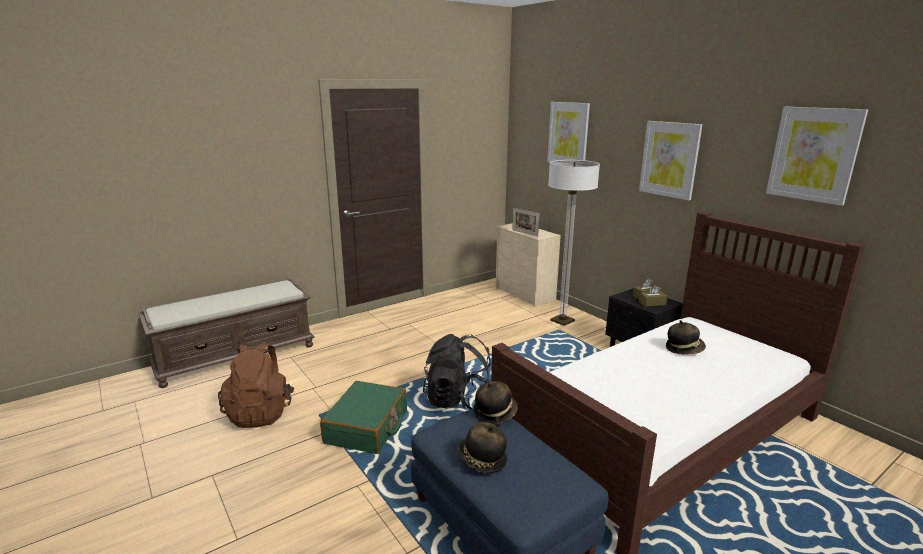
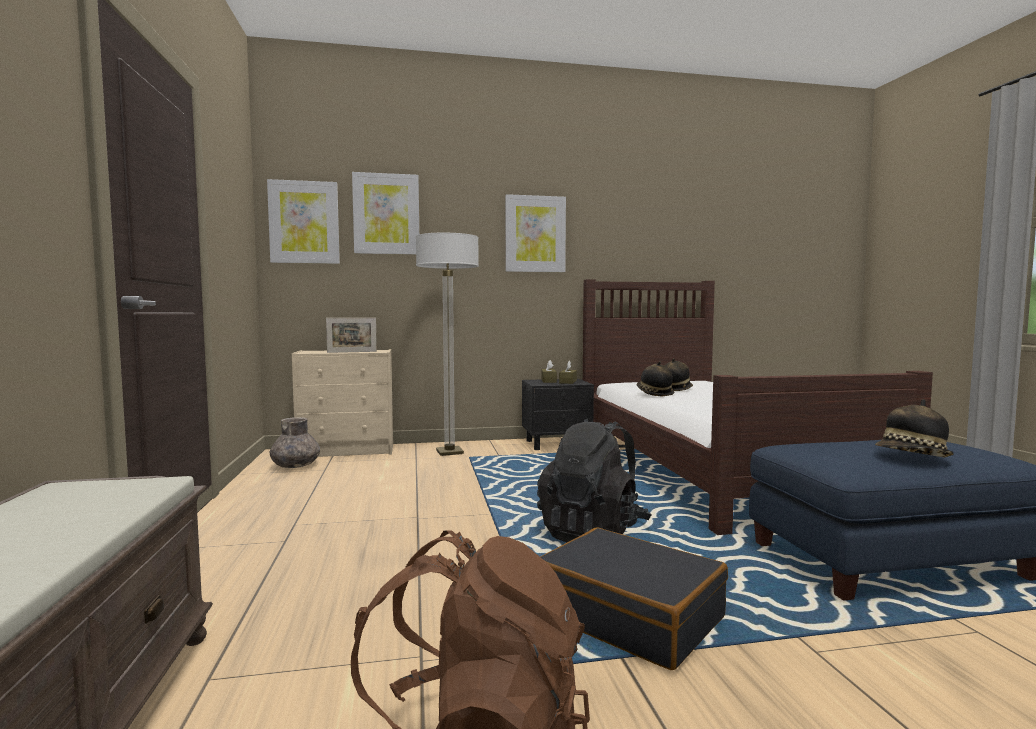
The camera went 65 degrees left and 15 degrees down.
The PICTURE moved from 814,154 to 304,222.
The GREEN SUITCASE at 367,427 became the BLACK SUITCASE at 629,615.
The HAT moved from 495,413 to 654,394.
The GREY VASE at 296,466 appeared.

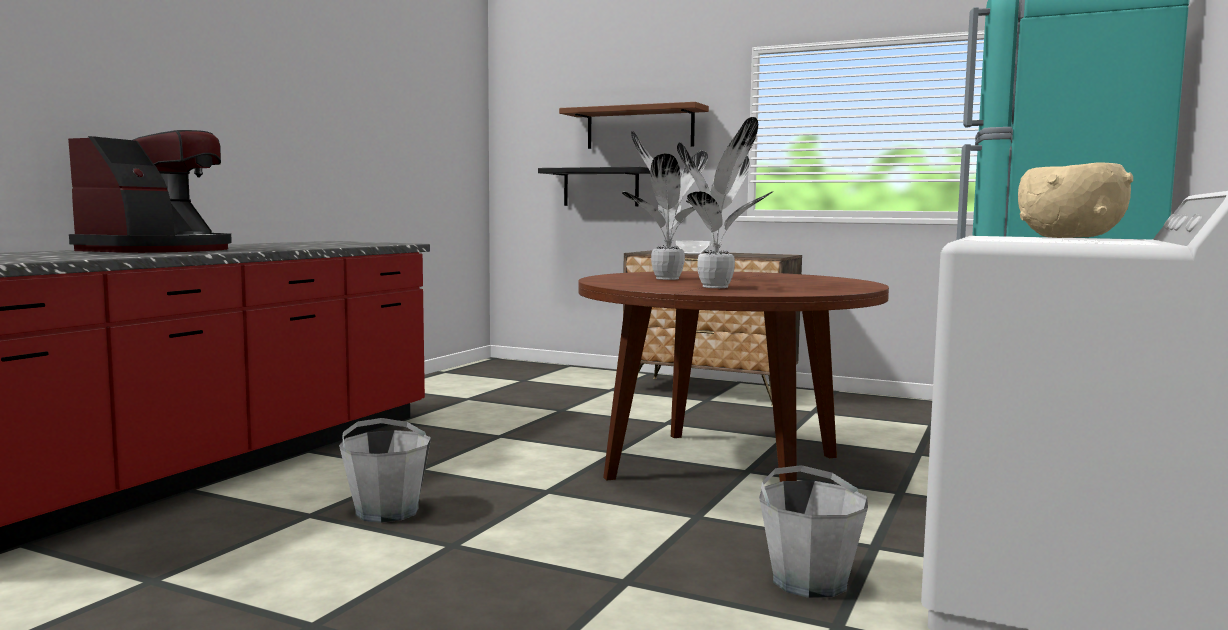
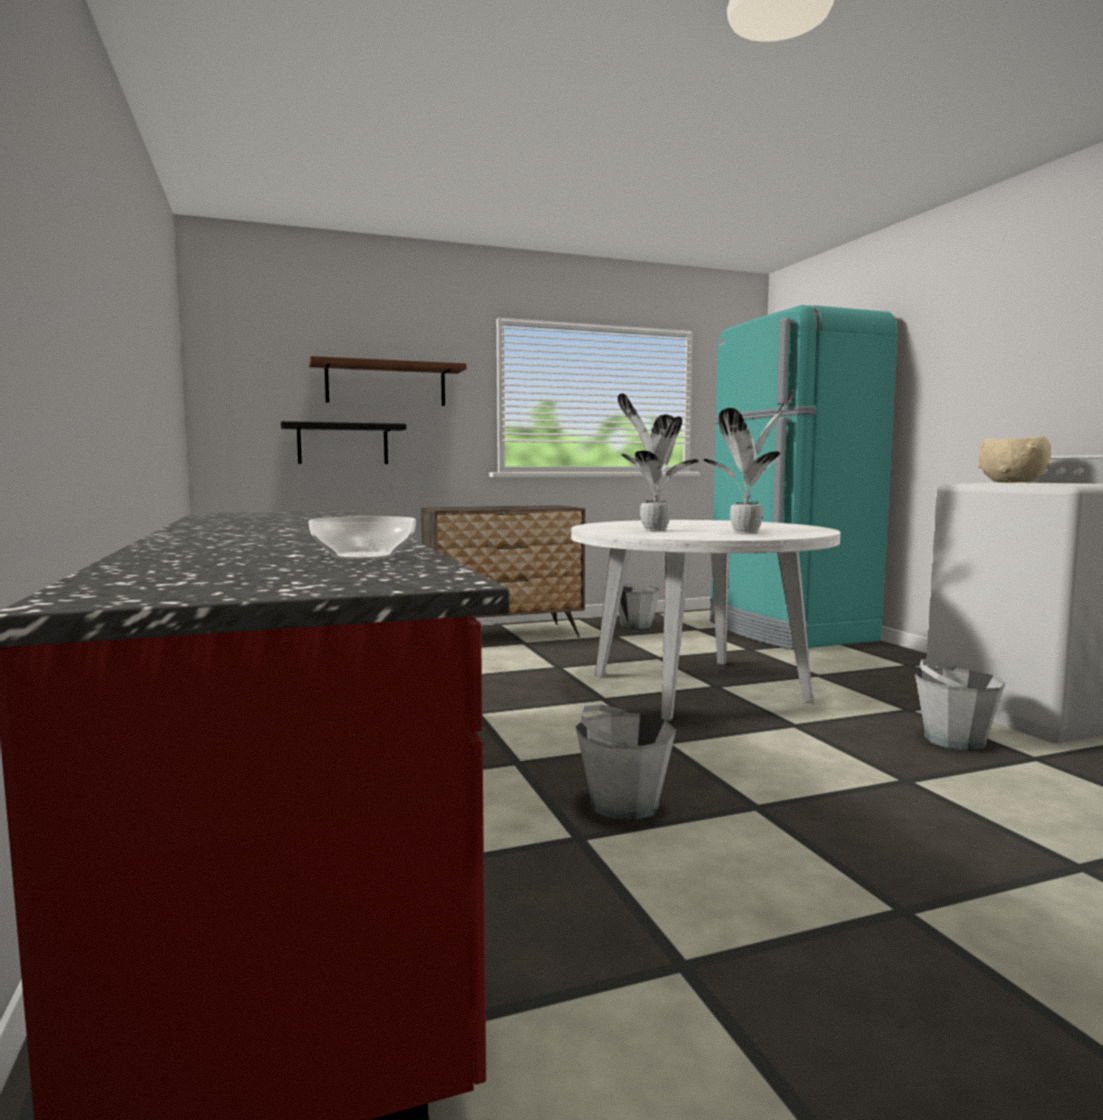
The camera went 45 degrees left and 0 degrees up.
The COFFEE MACHINE at 158,250 disappeared.
The BOWL moved from 692,253 to 364,557.
The BROWN DINING TABLE at 725,467 became the WHITE DINING TABLE at 697,687.
The GREY BUCKET at 635,625 appeared.

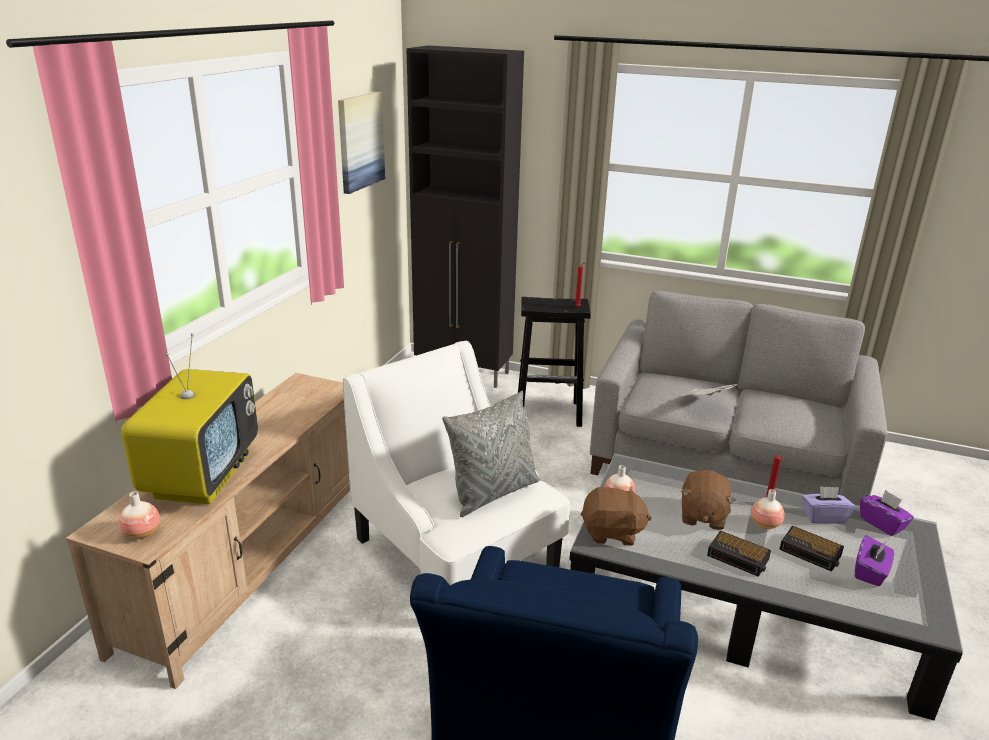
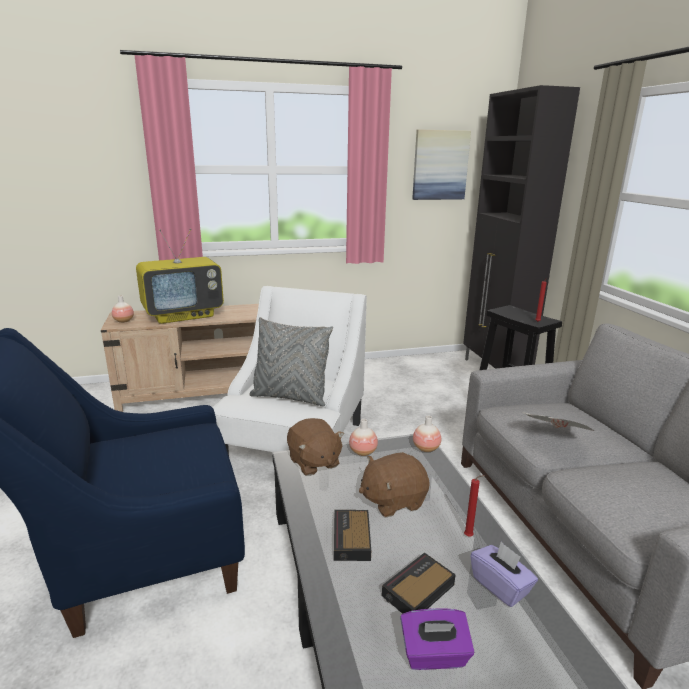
The camera went 55 degrees right and 5 degrees down.
The VASE moved from 765,524 to 426,448.
The PURPLE TISSUE BOX at 882,524 disappeared.
The ALARM CLOCK at 811,552 turned 45 degrees clockwise.

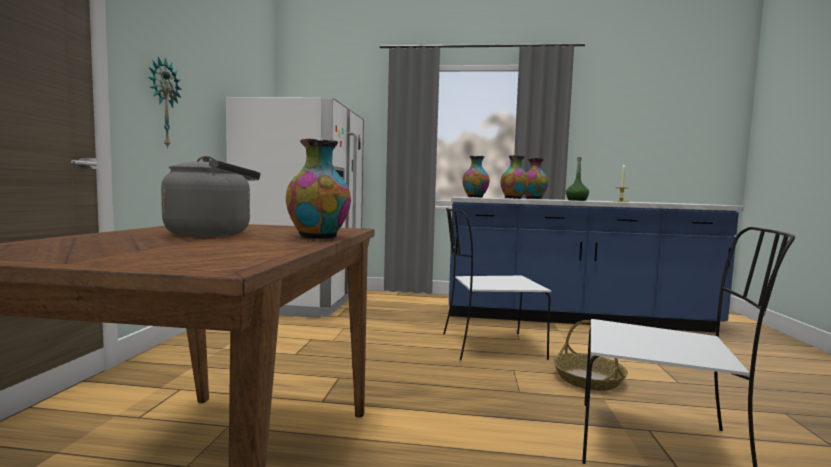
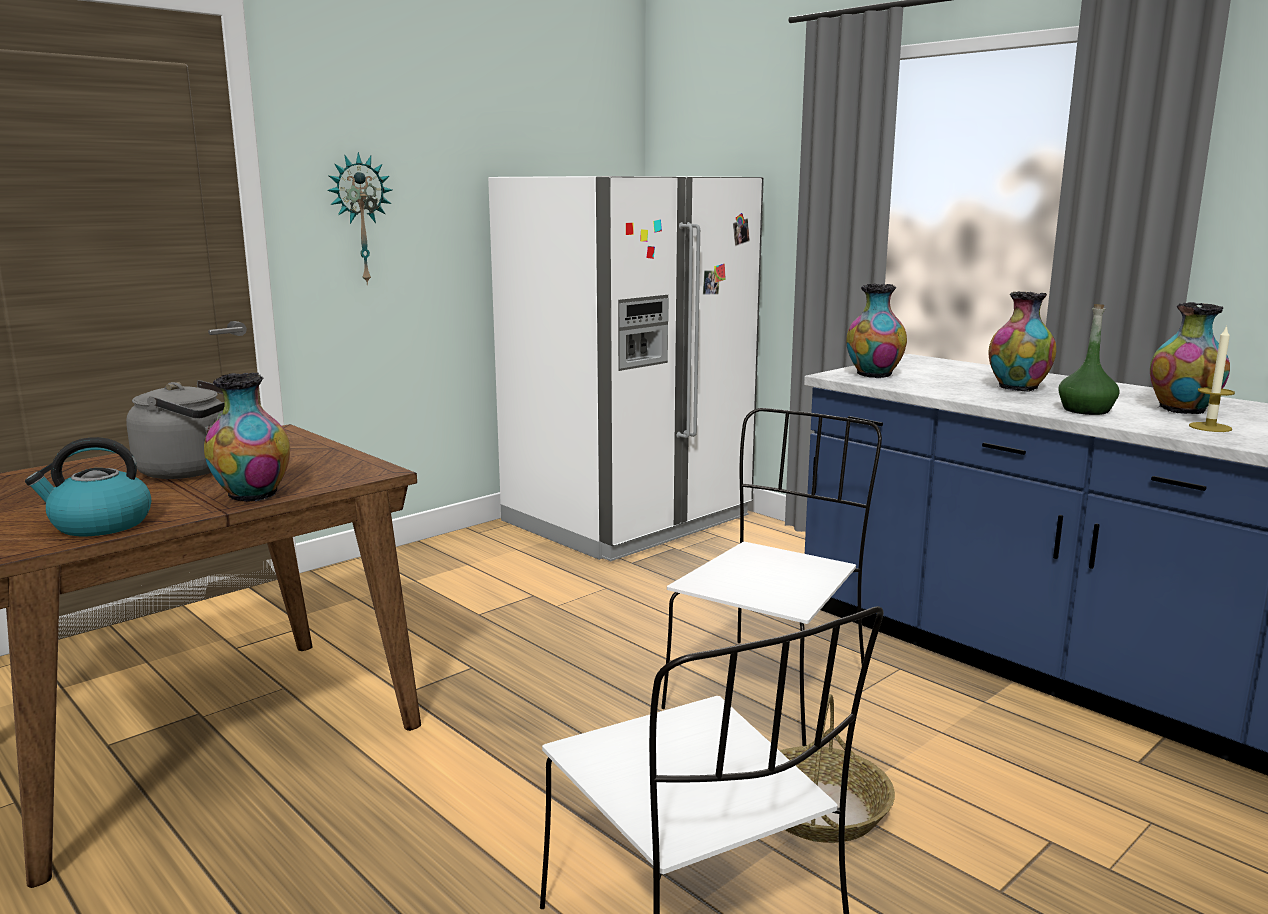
The camera went 40 degrees right and 10 degrees up.
The VASE moved from 513,198 to 1183,411.
The WHITE CHAIR at 489,346 turned 90 degrees clockwise.
The KETTLE at 100,524 appeared.

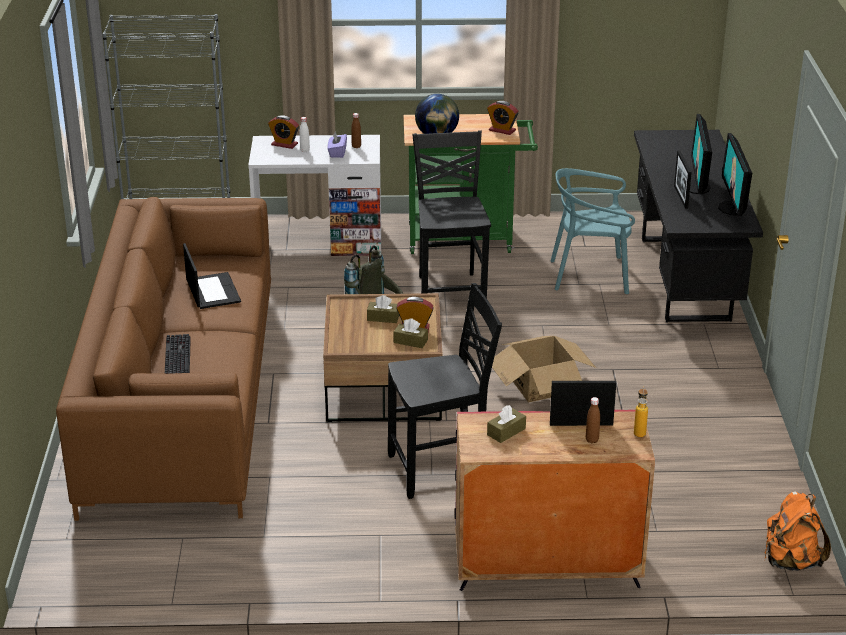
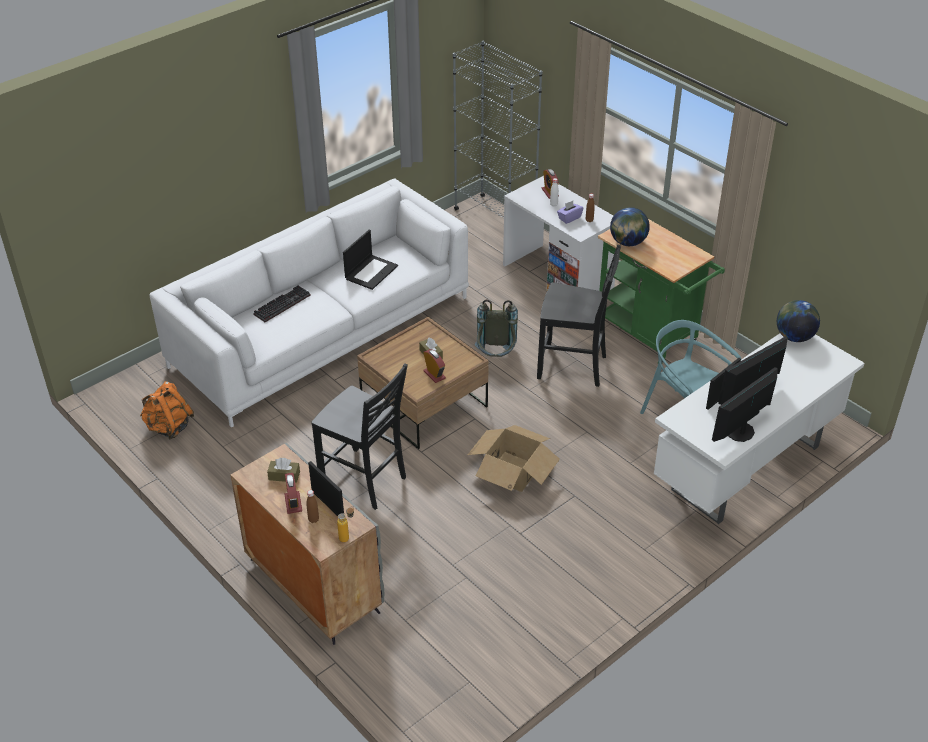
The camera went 50 degrees right and 10 degrees up.
The ALARM CLOCK moved from 502,130 to 293,503.
The BLACK CHAIR at 450,291 turned 60 degrees clockwise.
The BLACK DESK at 686,278 became the WHITE DESK at 746,469.
The BROWN SOFA at 182,397 became the WHITE SOFA at 322,331.
The BROWN TISSUE BOX at 410,341 disappeared.
The RED CABINET at 545,565 became the GREY CABINET at 313,585.
The ORANGE BACKPACK moved from 791,561 to 169,427.
The GLOBE at 794,337 appeared.

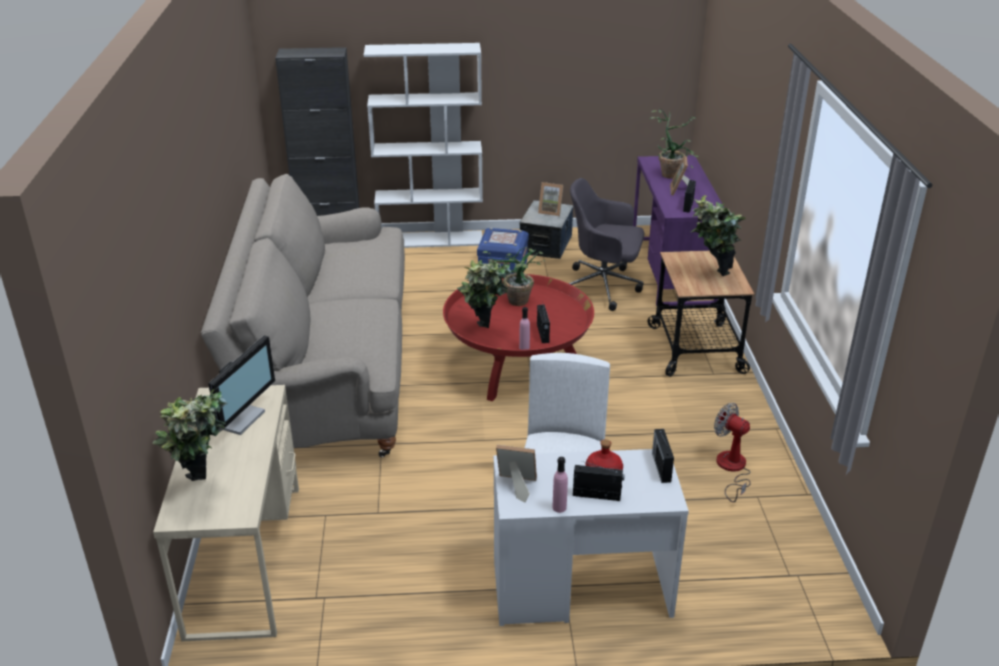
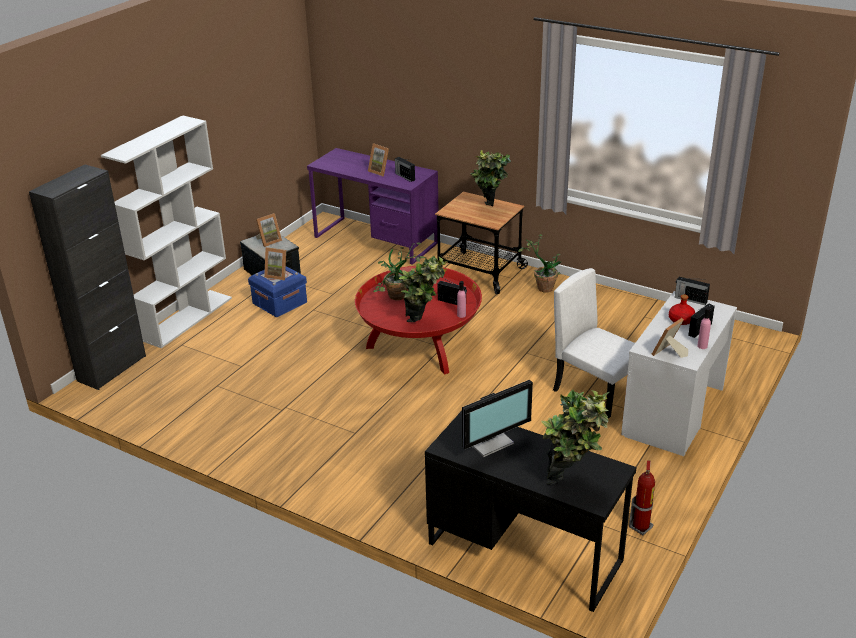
The camera went 55 degrees left and 0 degrees up.
The POTTED PLANT moved from 671,173 to 542,286.
The BEIGE SOFA at 327,369 disappeared.
The GREY OFFICE CHAIR at 603,287 disappeared.
The MONITOR at 238,418 turned 90 degrees clockwise.
The BEIGE DESK at 245,558 became the BLACK DESK at 524,551.
The FAN at 732,469 disappeared.
The PICTURE FRAME at 277,275 appeared.
The FIRE EXTINGUISHER at 641,527 appeared.

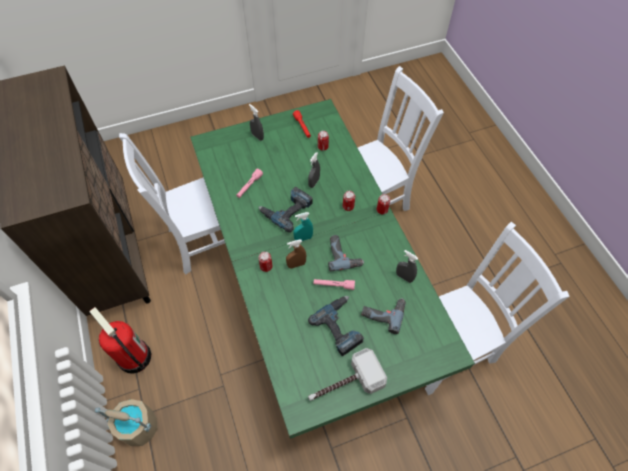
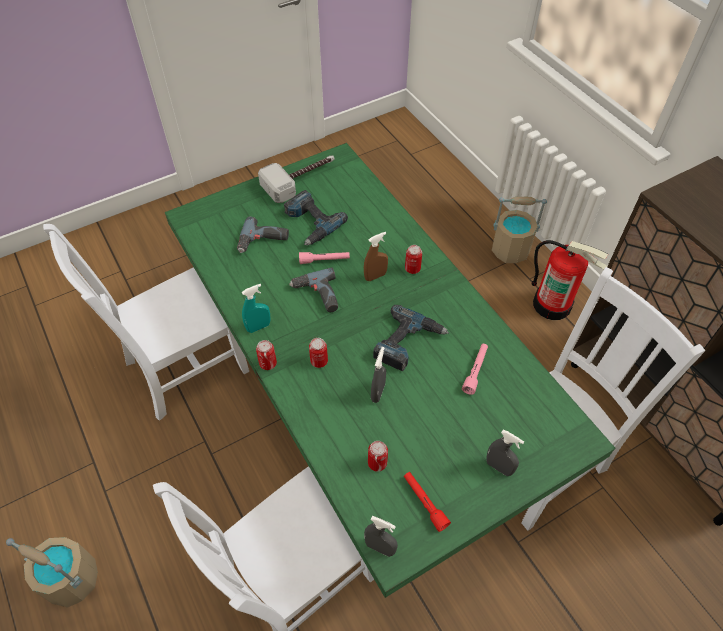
The camera went 170 degrees right and 5 degrees down.
The TURQUOISE SPRAY BOTTLE moved from 303,238 to 258,327.
The GREY SPRAY BOTTLE moved from 404,277 to 380,548.
The BEIGE BUCKET at 71,579 appeared.

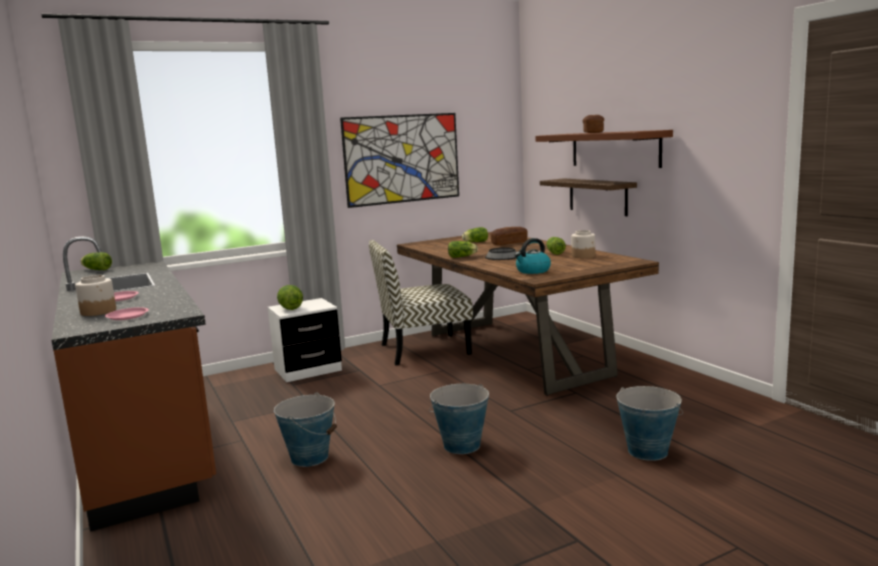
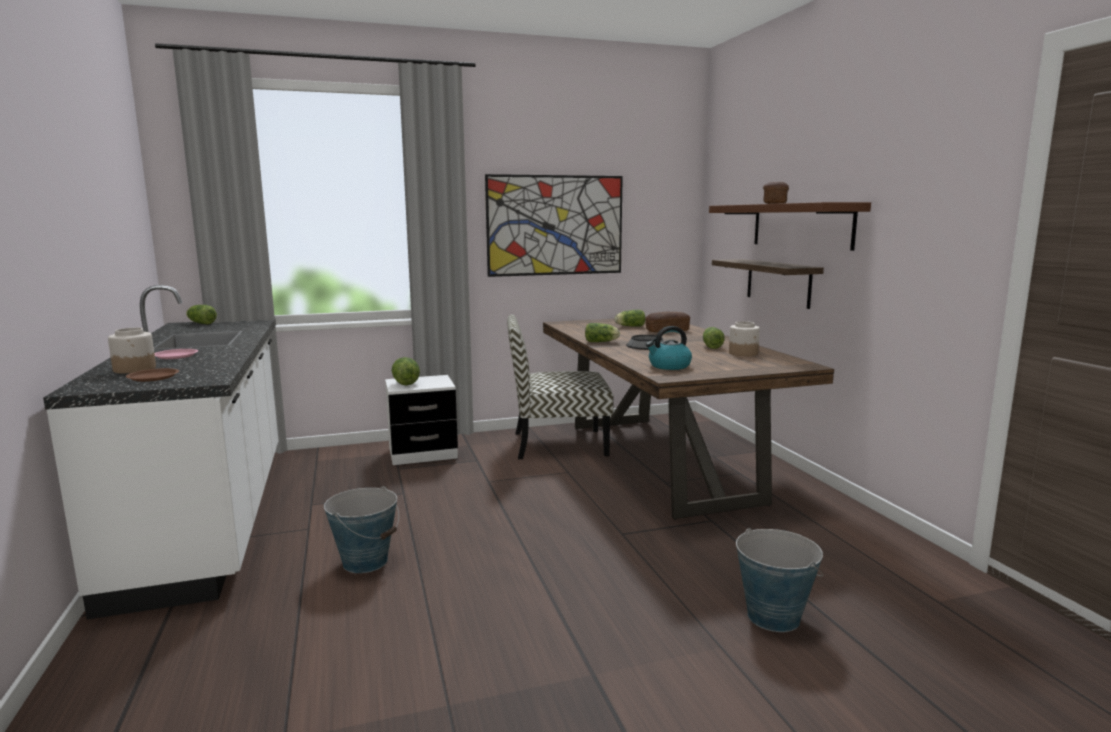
The camera went 10 degrees right and 0 degrees up.
The BROWN COUNTER at 144,440 became the WHITE COUNTER at 212,514.
The PINK PLATE at 127,316 became the BROWN PLATE at 153,377.
The BUCKET at 461,445 disappeared.

